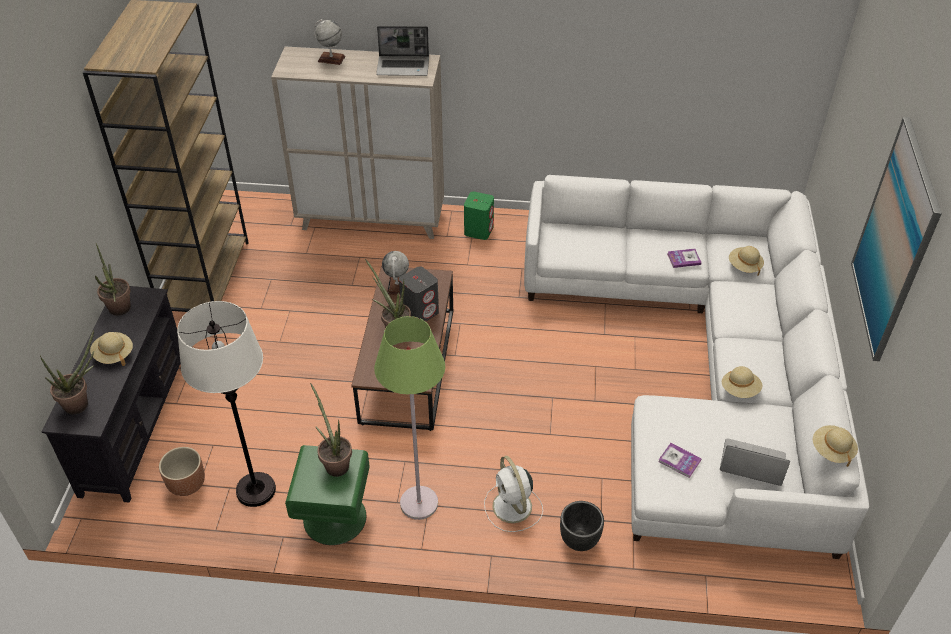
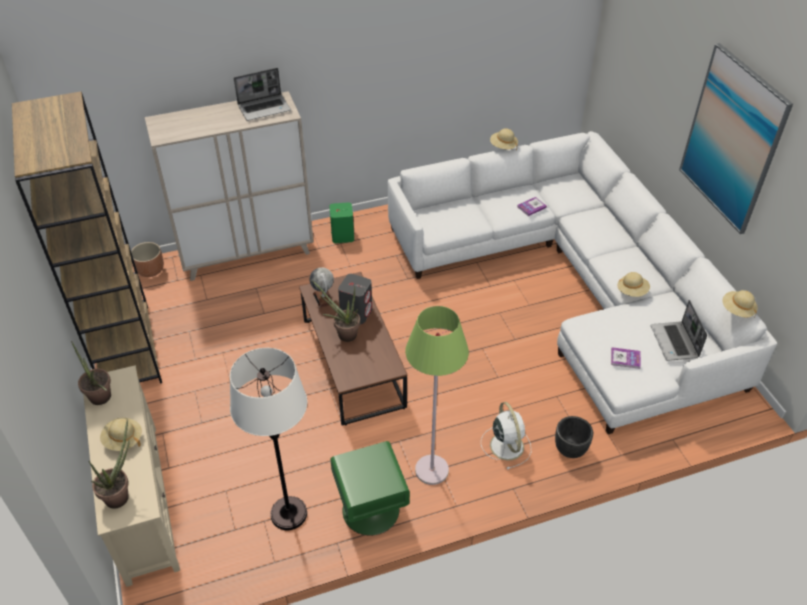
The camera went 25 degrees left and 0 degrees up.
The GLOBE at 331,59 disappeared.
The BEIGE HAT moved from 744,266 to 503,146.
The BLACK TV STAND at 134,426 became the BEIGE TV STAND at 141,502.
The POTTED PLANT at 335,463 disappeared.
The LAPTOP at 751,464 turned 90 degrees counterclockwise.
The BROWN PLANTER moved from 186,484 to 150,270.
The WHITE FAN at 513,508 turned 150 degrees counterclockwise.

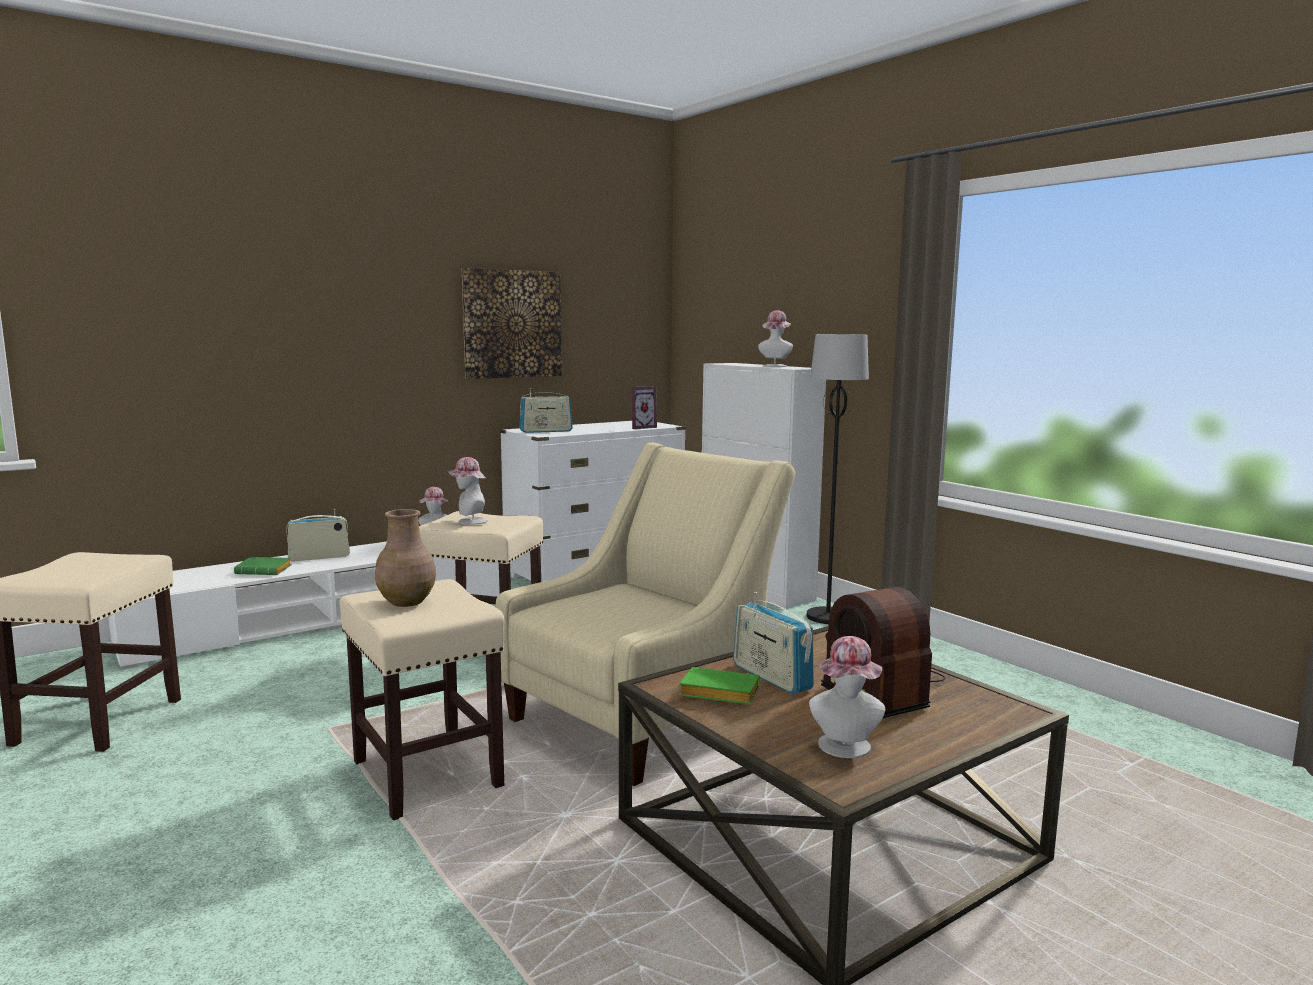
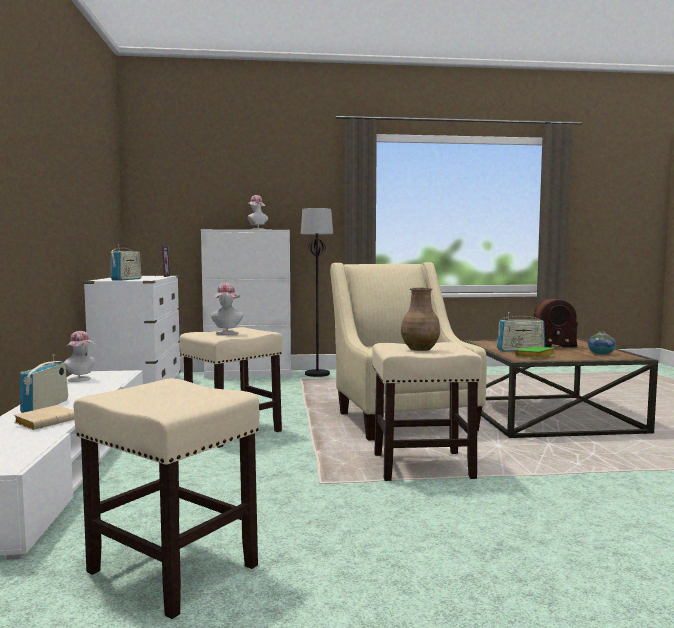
The camera went 60 degrees left and 5 degrees down.
The PICTURE at 512,324 disappeared.
The GREEN BOOK at 265,571 became the BEIGE BOOK at 46,422.
The HAT at 845,749 was replaced by the VASE at 601,353.

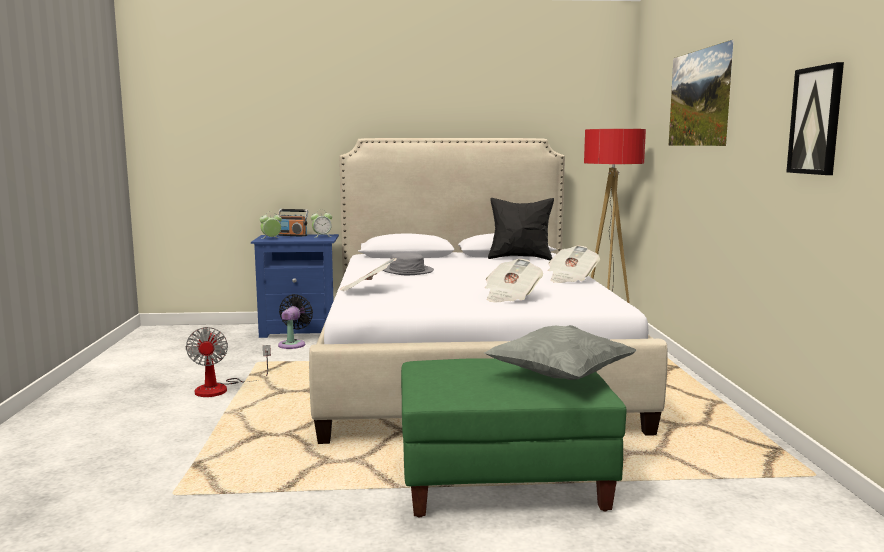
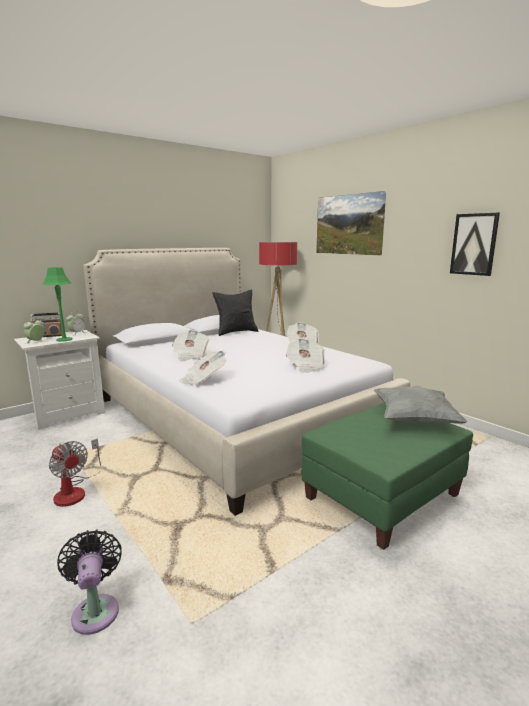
The camera went 35 degrees left and 5 degrees up.
The BLUE NIGHTSTAND at 300,330 became the WHITE NIGHTSTAND at 68,414.
The GREY HAT at 406,271 was replaced by the NEWSPAPER at 190,355.
The BLACK FAN moved from 293,344 to 95,609.
The GREEN TABLE LAMP at 64,339 appeared.

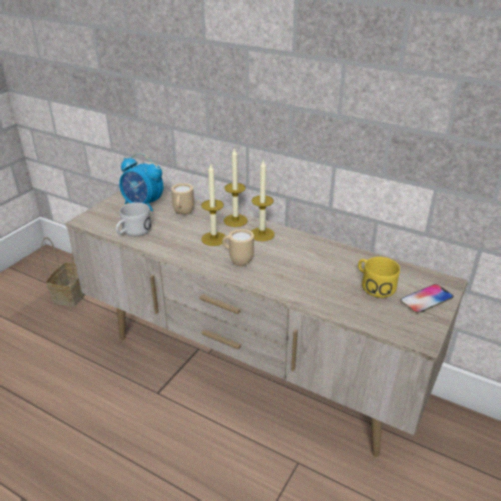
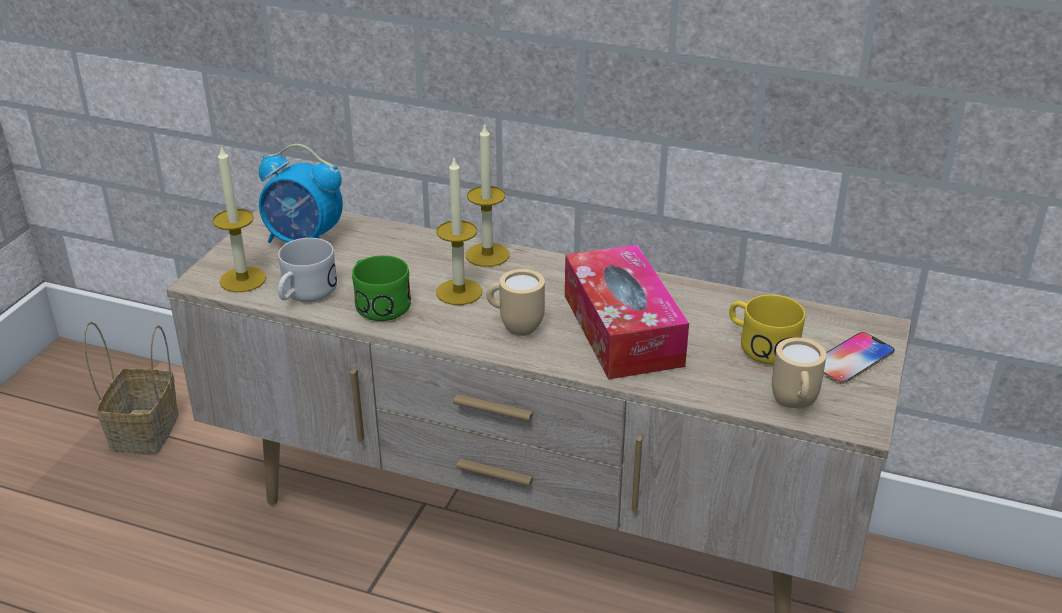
The camera went 10 degrees left and 0 degrees up.
The CANDLE moved from 262,234 to 243,279.
The BEIGE MUG moved from 183,214 to 794,406.
The TISSUE BOX at 622,329 appeared.
The GREEN MUG at 378,303 appeared.

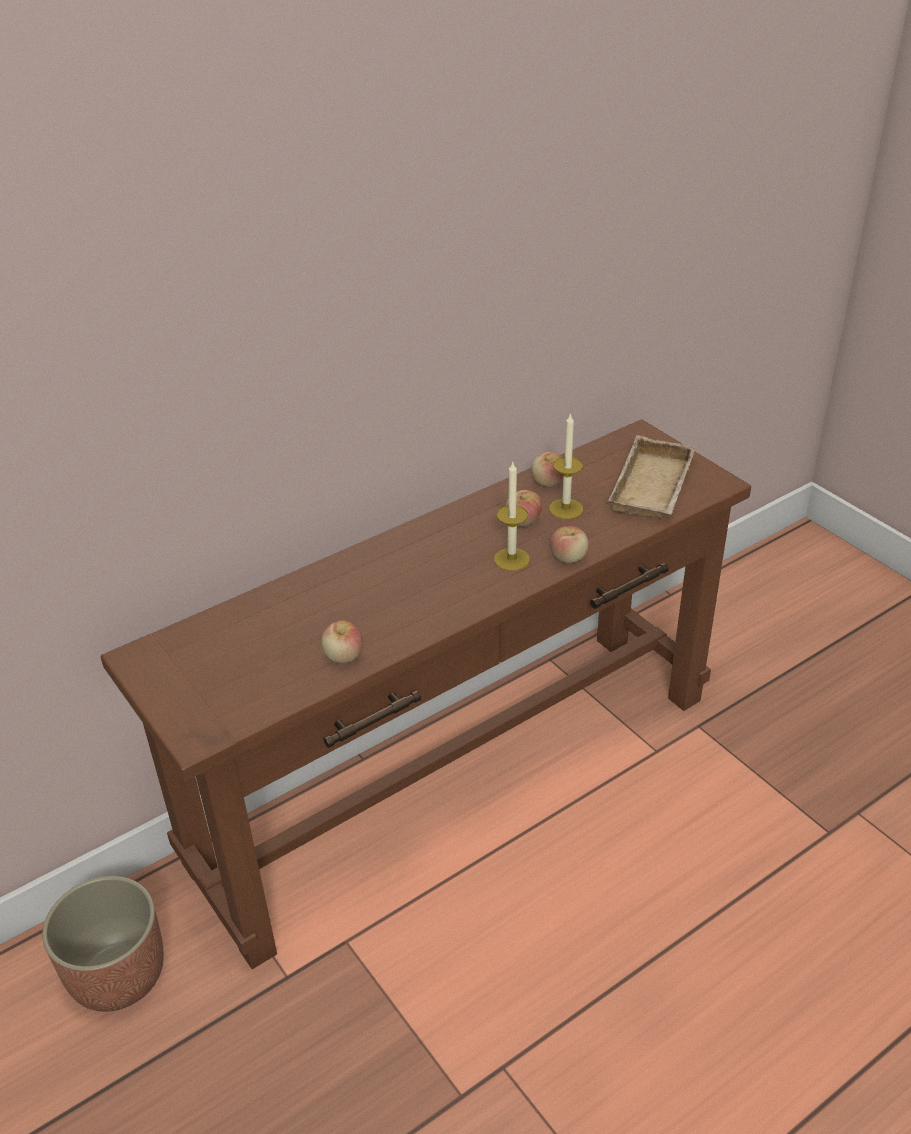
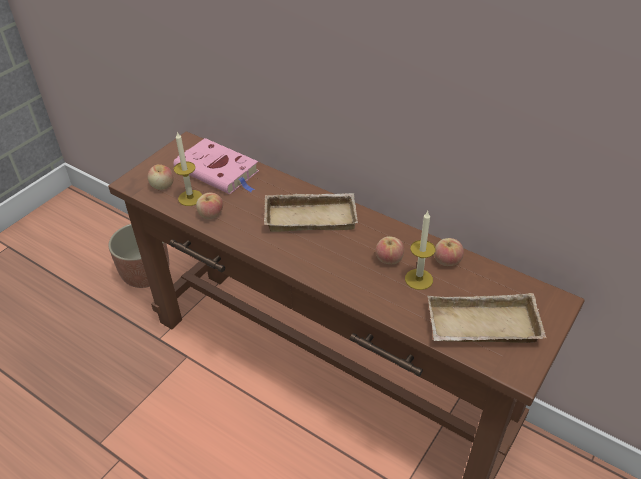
The camera went 70 degrees right and 5 degrees up.
The CANDLE moved from 511,559 to 190,198.
The APPLE moved from 569,558 to 162,186.
The PINK BOOK at 219,171 appeared.
The BEIGE TRAY at 311,216 appeared.

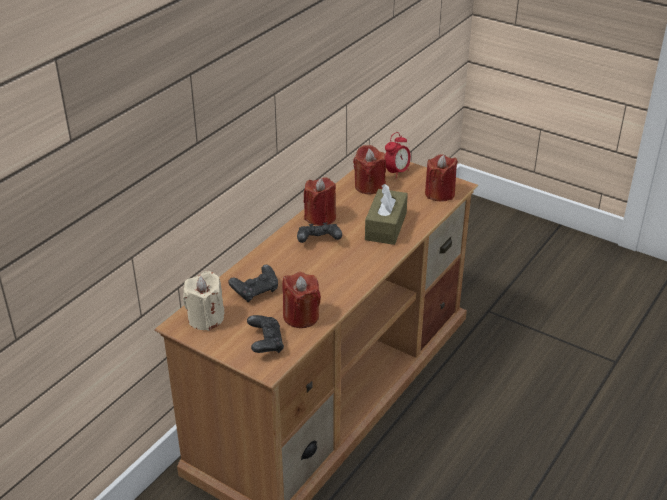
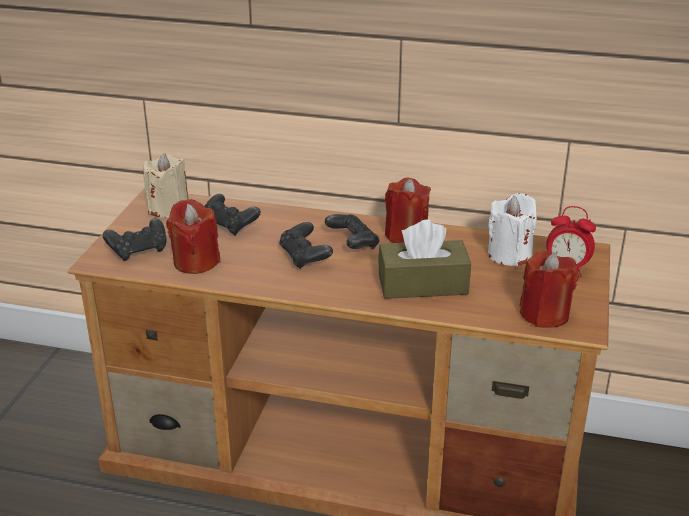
The camera went 70 degrees right and 5 degrees down.
The RED CANDLE at 369,186 became the WHITE CANDLE at 509,254.
The BLACK GAME CONTROLLER at 305,257 appeared.

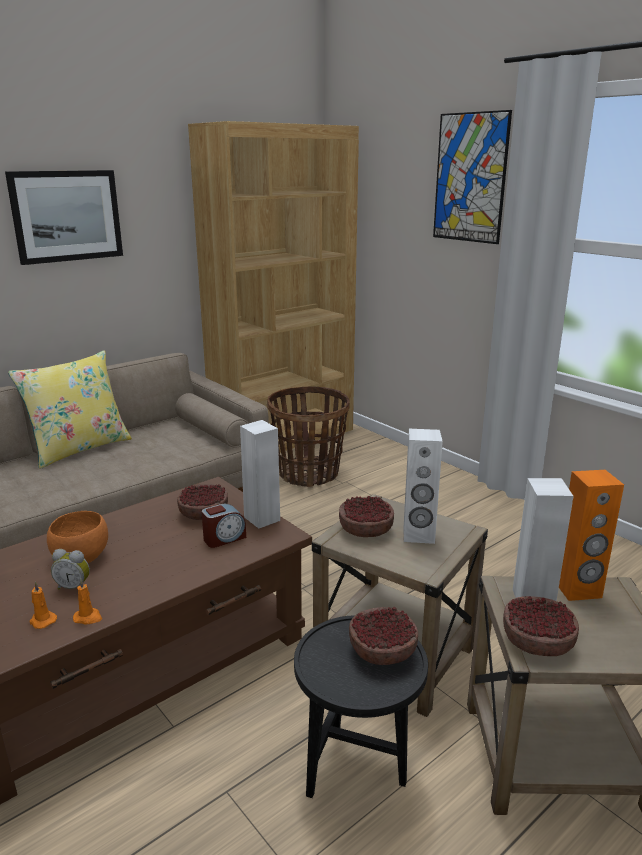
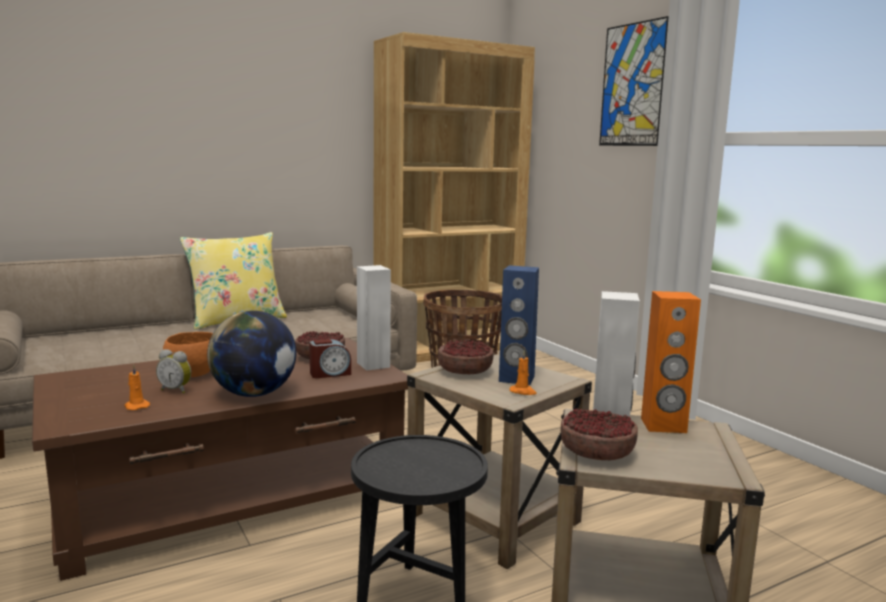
The camera went 10 degrees right and 10 degrees down.
The PICTURE at 67,216 disappeared.
The WHITE SPEAKER at 418,535 became the BLUE SPEAKER at 516,379.
The ORANGE CANDLE moved from 88,618 to 523,392.
The BOWL at 383,650 disappeared.
The GLOBE at 254,394 appeared.

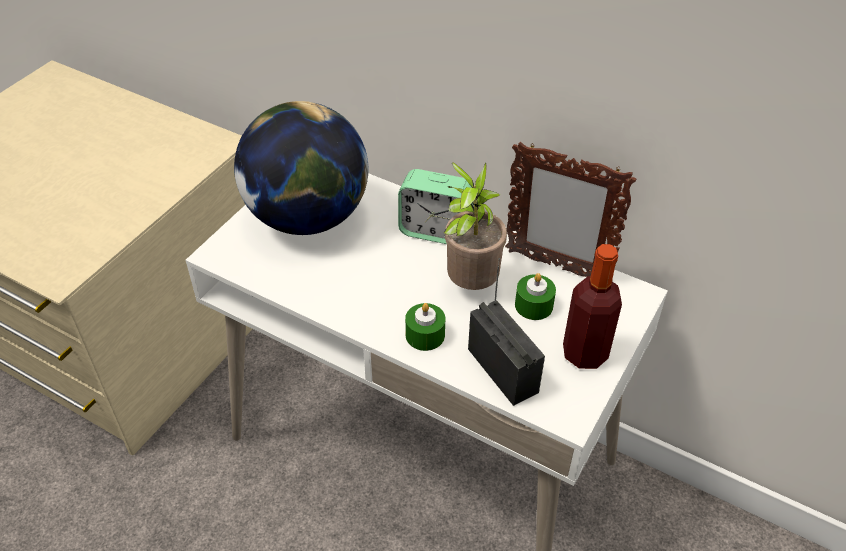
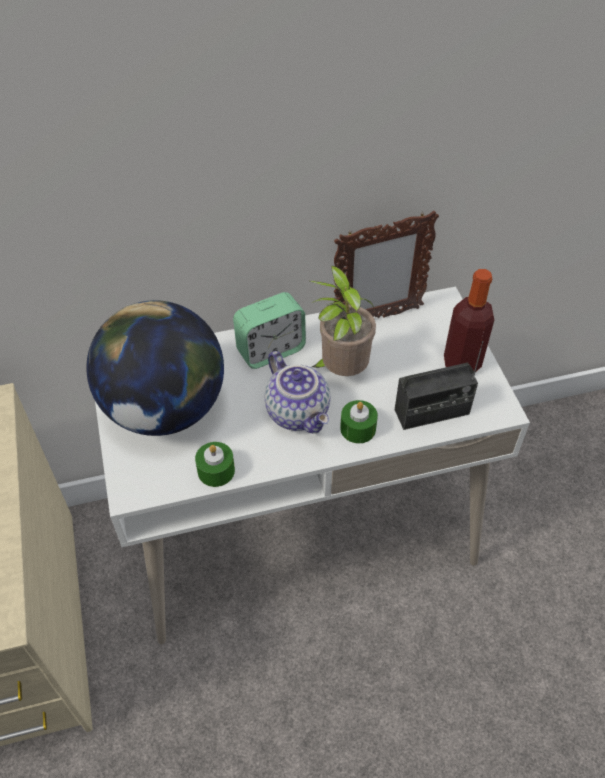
The camera went 45 degrees left and 5 degrees up.
The RADIO at 503,370 turned 150 degrees clockwise.
The GREEN CANDLE moved from 533,305 to 216,471.
The TEAPOT at 299,412 appeared.

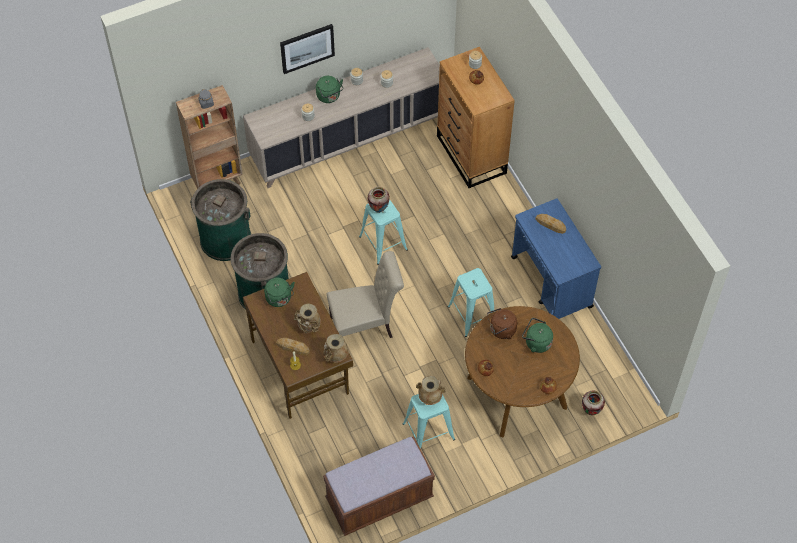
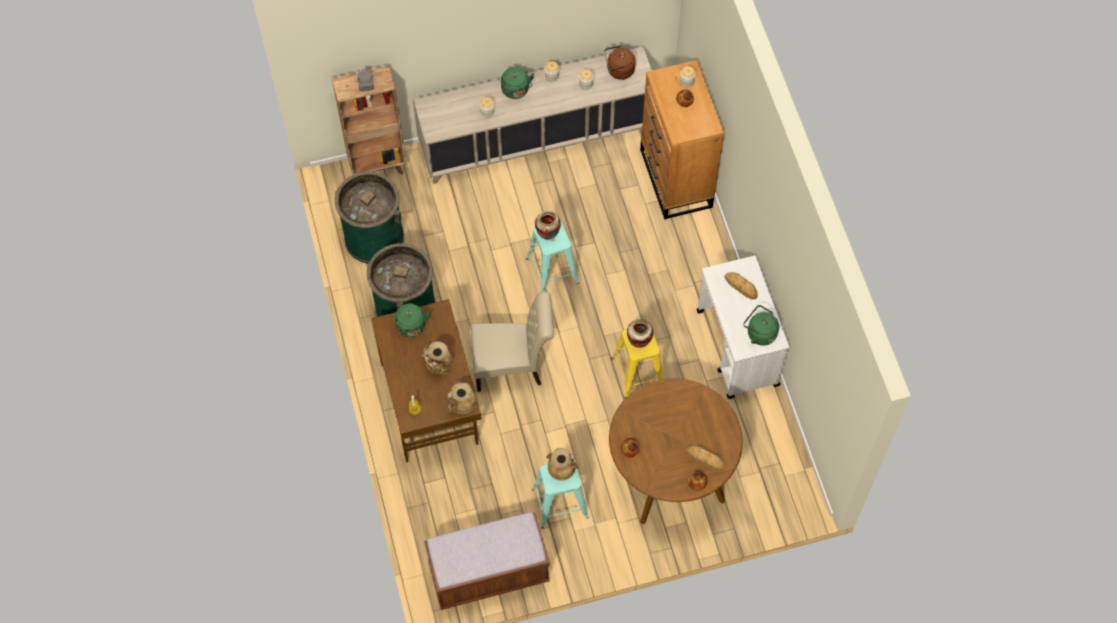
The camera went 10 degrees right and 5 degrees up.
The PICTURE at 307,48 disappeared.
The BLUE CART at 551,282 became the WHITE CART at 737,348.
The TURQUOISE STOOL at 472,314 became the YELLOW STOOL at 637,372.
The BROWN KETTLE moved from 501,330 to 619,71.
The GREEN KETTLE moved from 536,342 to 759,333.
The BREAD moved from 293,347 to 705,459.
The VASE moved from 591,411 to 639,343.

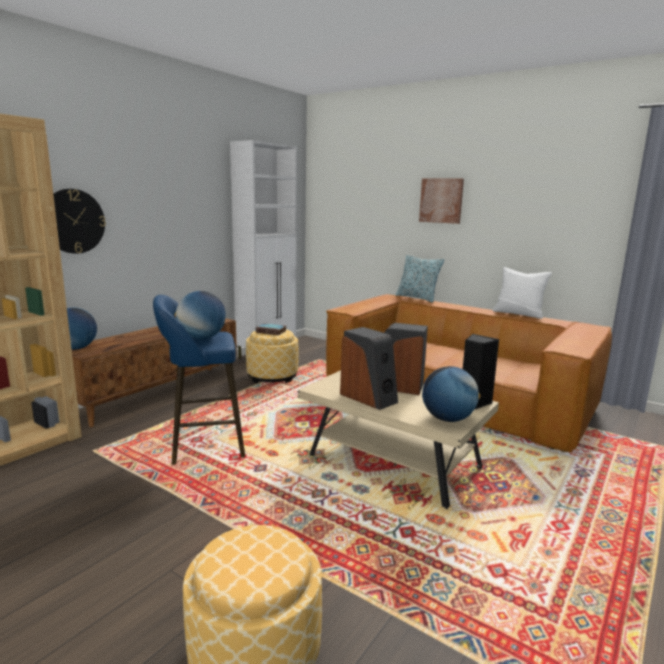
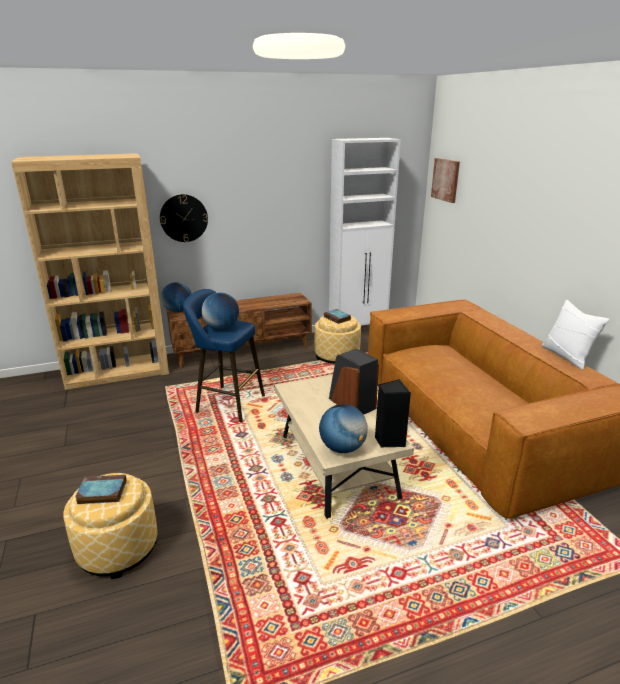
The camera went 35 degrees right and 10 degrees up.
The PICTURE moved from 441,200 to 446,180.
The PILLOW at 417,298 disappeared.
The SPEAKER at 369,397 disappeared.
The BOOK at 101,492 appeared.

